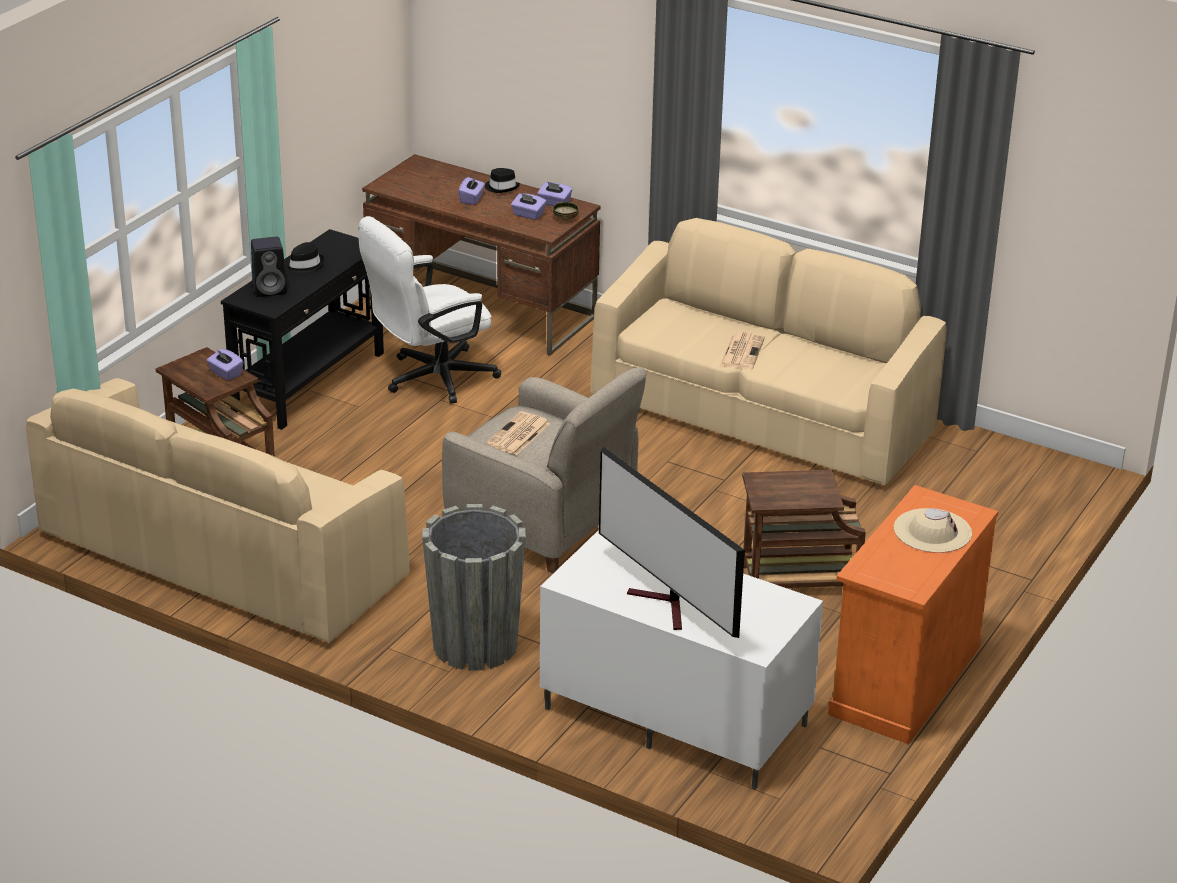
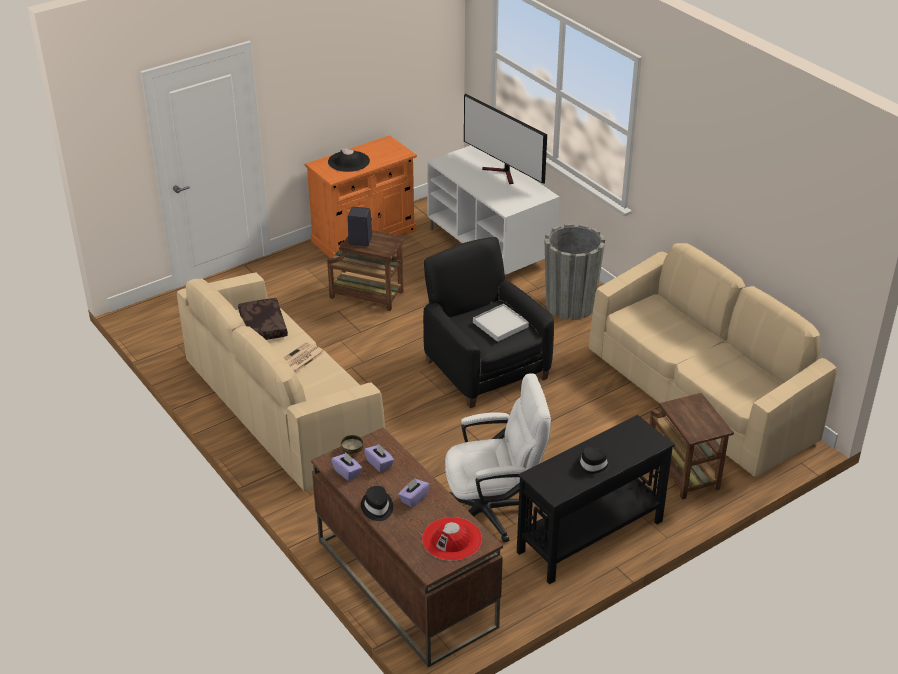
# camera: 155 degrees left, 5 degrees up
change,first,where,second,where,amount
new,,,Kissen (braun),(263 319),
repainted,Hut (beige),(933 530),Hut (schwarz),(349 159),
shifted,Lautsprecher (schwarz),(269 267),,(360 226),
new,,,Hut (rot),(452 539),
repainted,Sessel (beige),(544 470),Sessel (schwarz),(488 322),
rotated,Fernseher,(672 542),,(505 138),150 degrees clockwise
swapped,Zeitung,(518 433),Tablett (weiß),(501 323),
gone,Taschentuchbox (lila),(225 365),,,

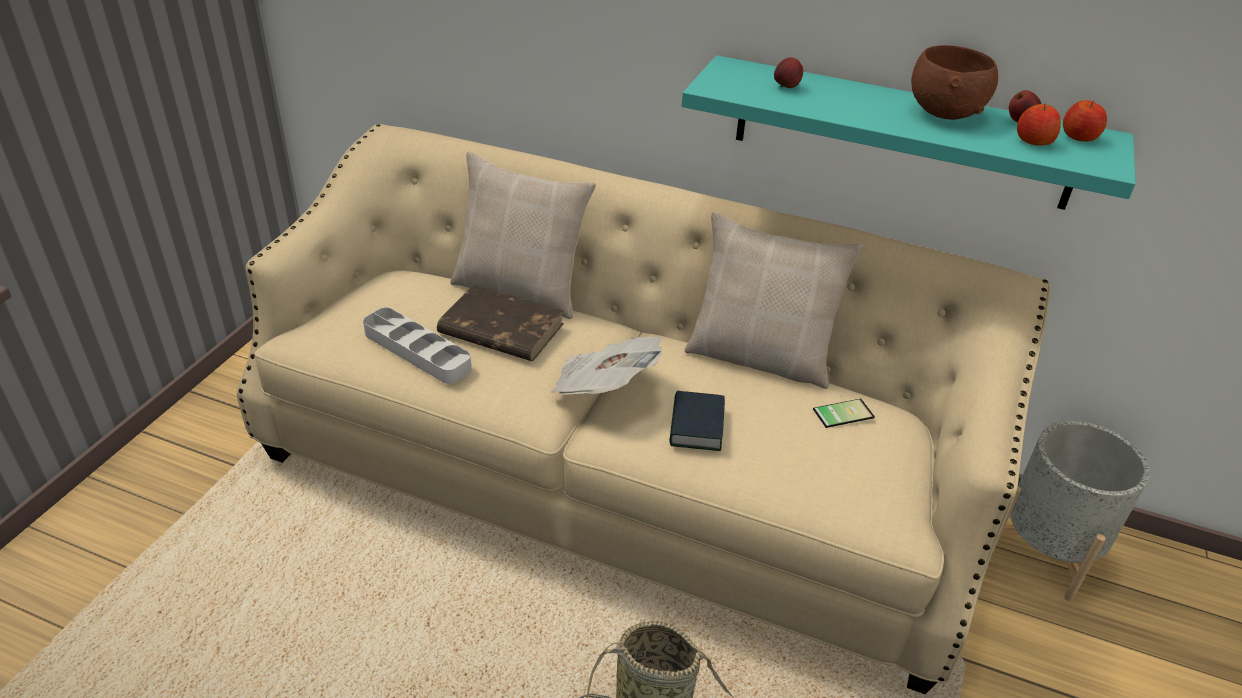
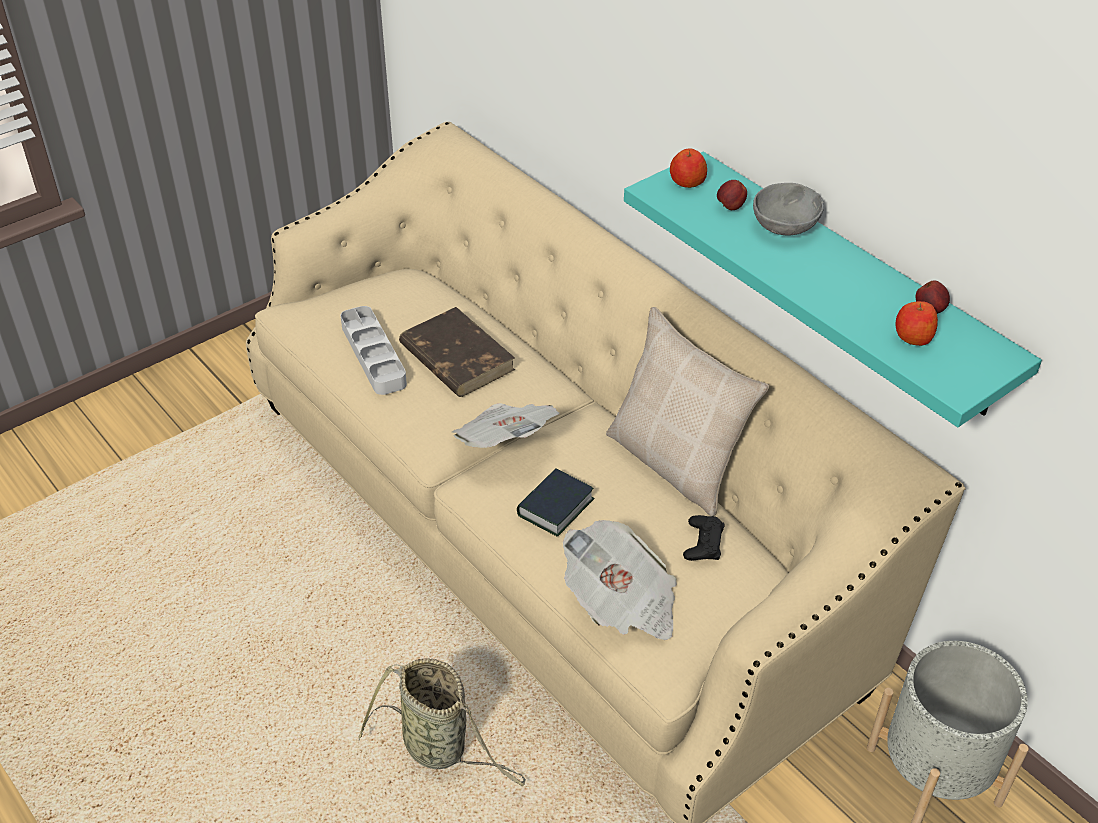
# camera: 30 degrees right, 5 degrees up
change,first,where,second,where,amount
new,,,Zeitung,(620 580),
shifted,Apfel,(1085 121),,(688 168),
swapped,Handy,(844 413),Gamepad (schwarz),(704 538),
new,,,Schüssel (grau),(788 209),
gone,Kissen (beige),(523 235),,,
gone,Schüssel (braun),(954 82),,,

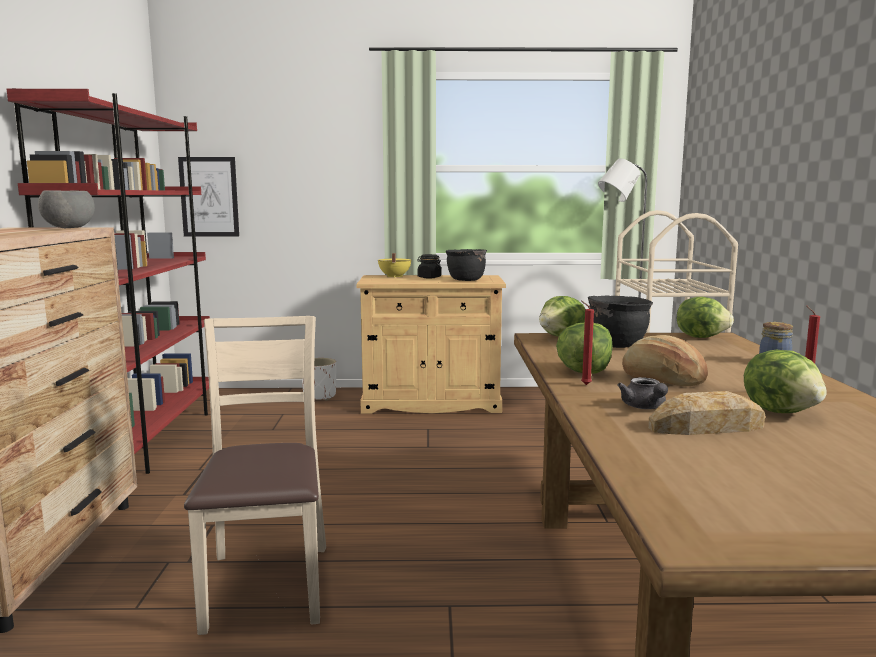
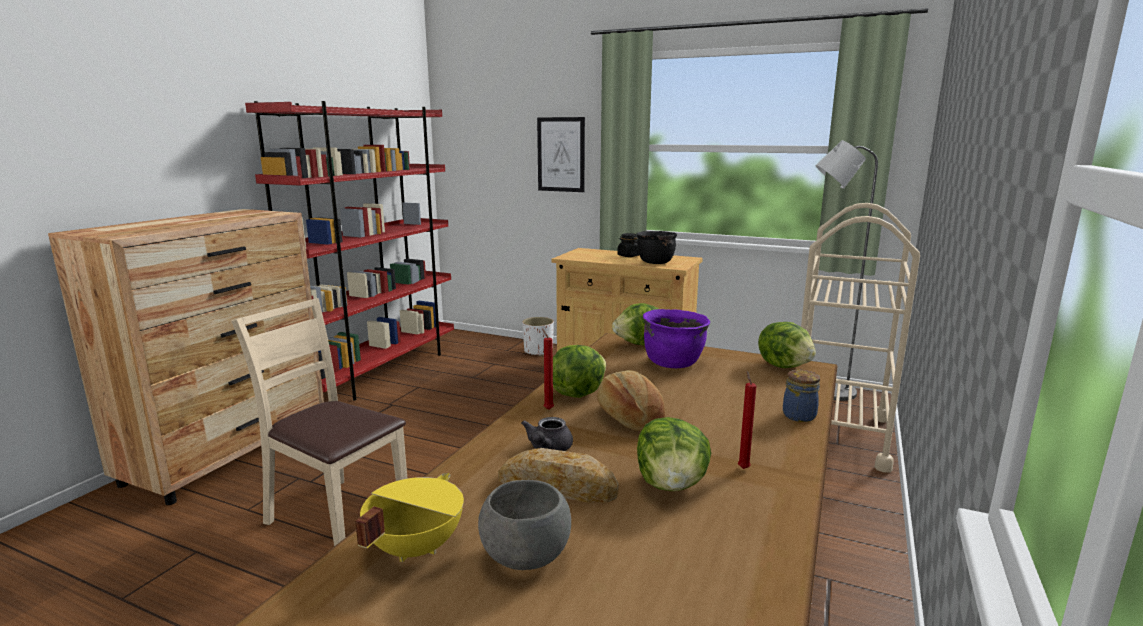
# camera: 25 degrees right, 5 degrees up
change,first,where,second,where,amount
rotated,Stuhl (beige),(255 475),,(319 422),75 degrees counterclockwise
shifted,Kochtopf (gelb),(394 265),,(409 517),
shifted,Schüssel (grau),(66 209),,(524 525),
shifted,Bild,(208 196),,(561 154),
repainted,Kochtopf (schwarz),(620 322),Kochtopf (lila),(676 338),

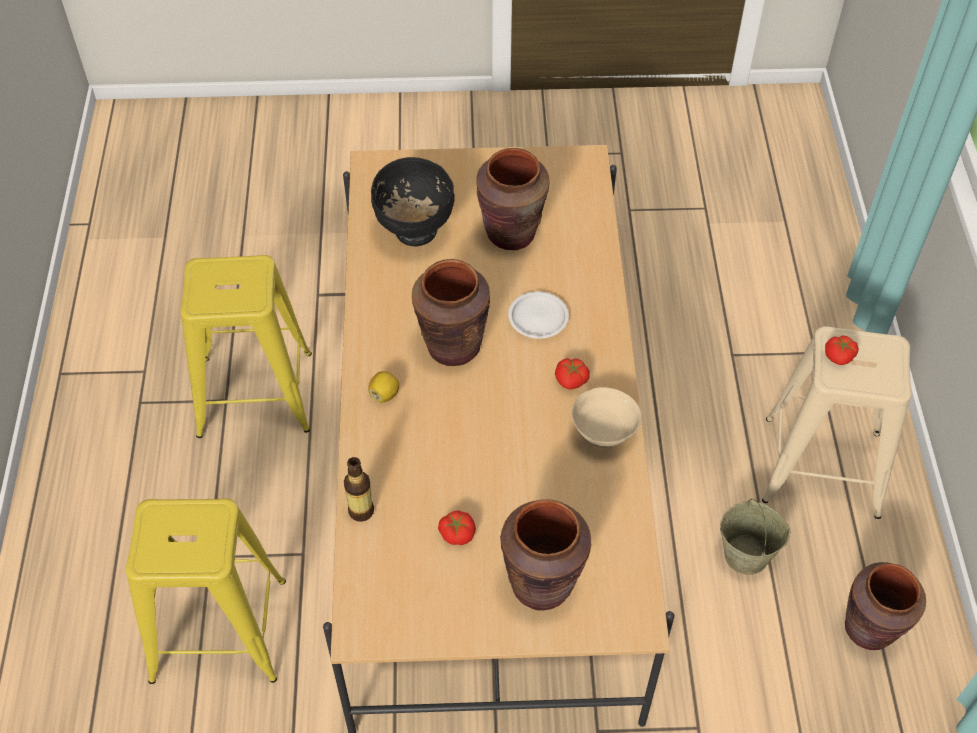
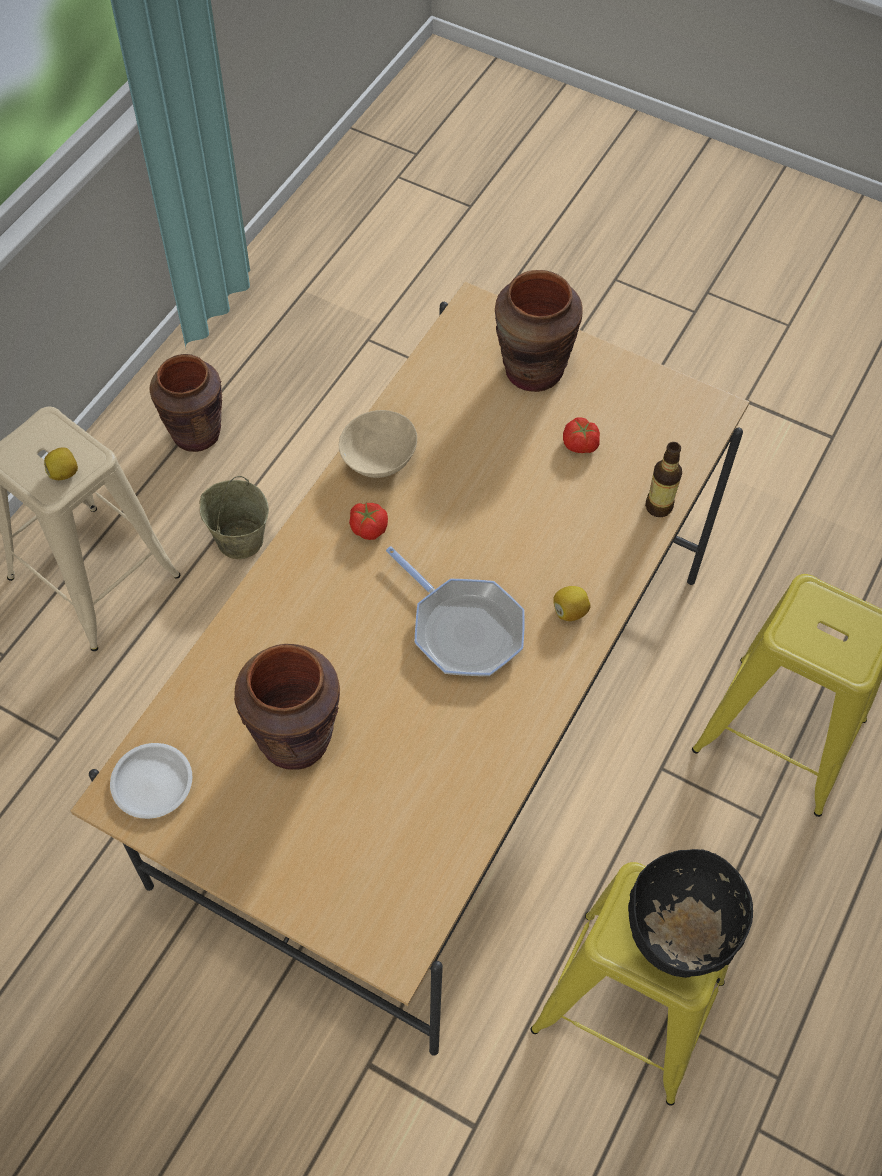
# camera: 150 degrees left, 5 degrees up
change,first,where,second,where,amount
swapped,Tomate,(842 350),Zitrone,(61 463),
shifted,Teller (weiß),(538 315),,(151 781),
swapped,Vase (braun),(451 312),Pfanne,(455 611),
shifted,Schüssel (schwarz),(413 202),,(690 913),

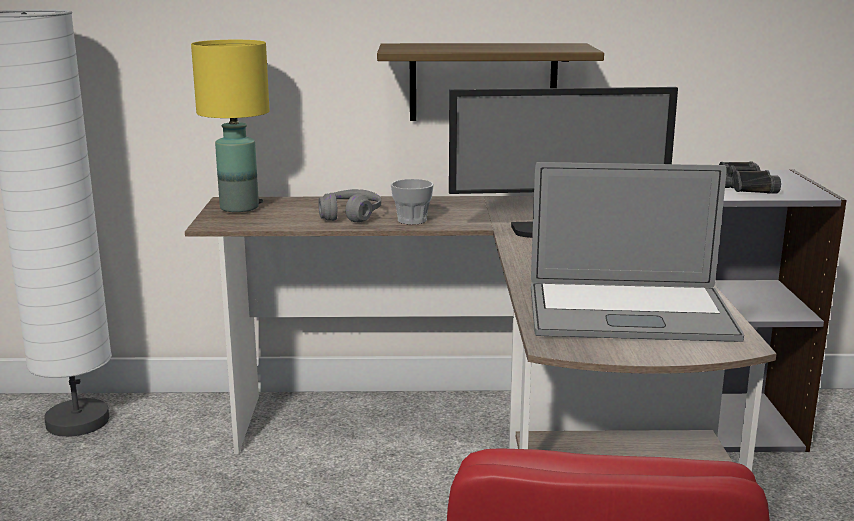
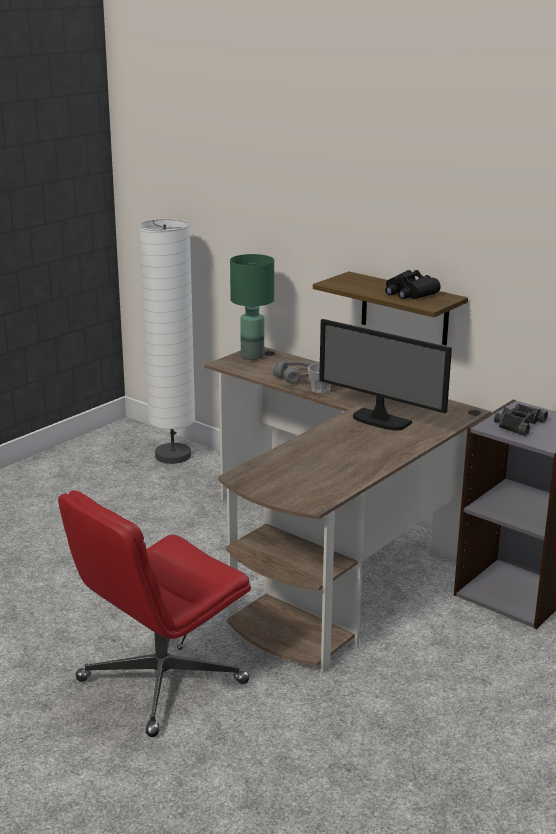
# camera: 40 degrees right, 5 degrees up
change,first,where,second,where,amount
repainted,Tischlampe (gelb),(230 126),Tischlampe (grün),(252 307),
new,,,Fernglas (schwarz),(413 284),
gone,Laptop,(637 252),,,

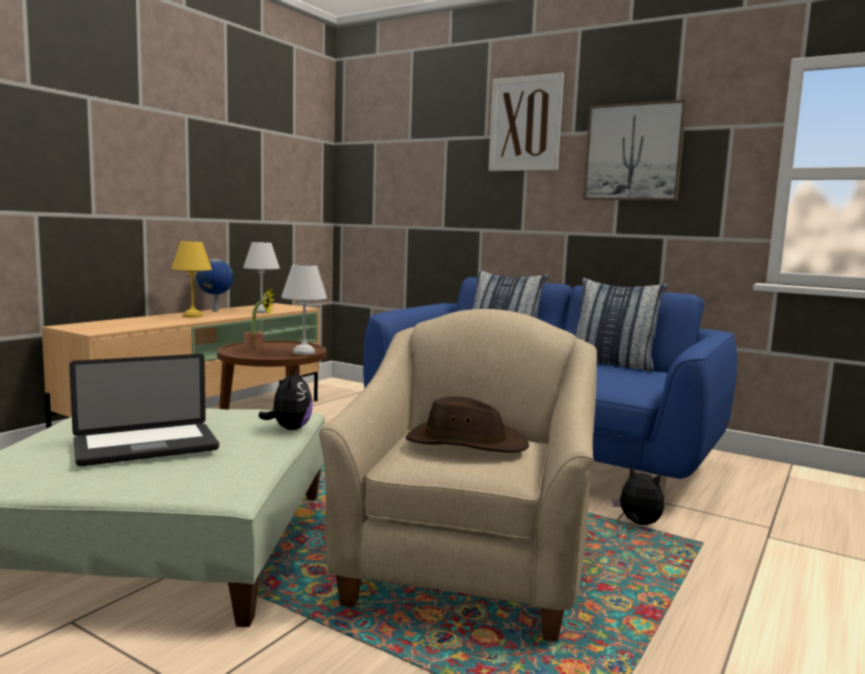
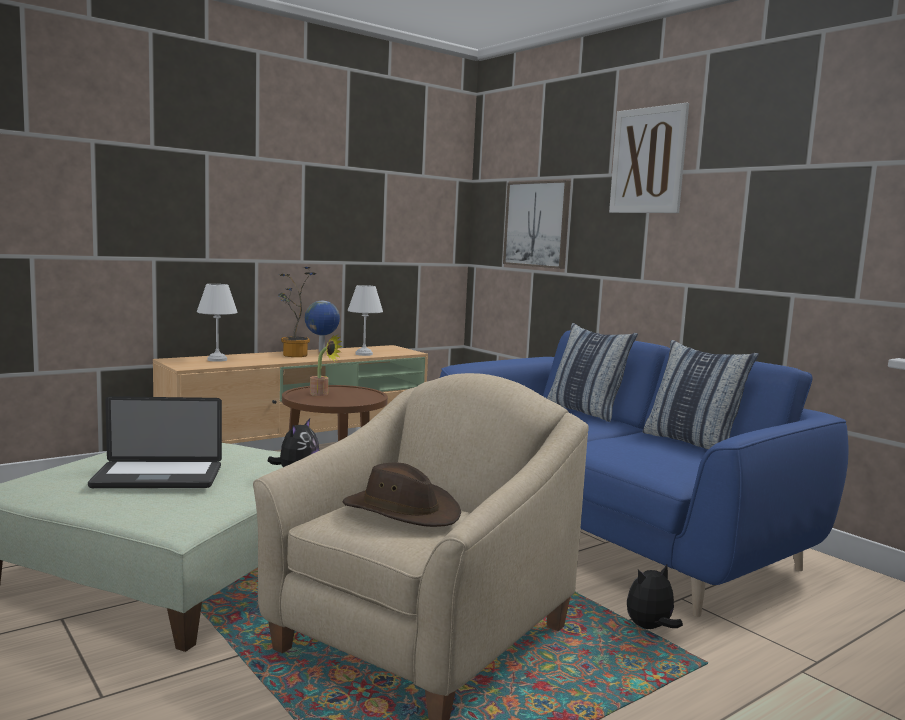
# camera: 20 degrees right, 0 degrees up
change,first,where,second,where,amount
shifted,Tischlampe (weiß),(304 310),,(217 323),
swapped,Tischlampe (gelb),(191 279),Topfpflanze,(297 312),
shifted,Bild,(635 150),,(537 224),
rotated,Plüschtier,(638 495),,(655 597),90 degrees counterclockwise

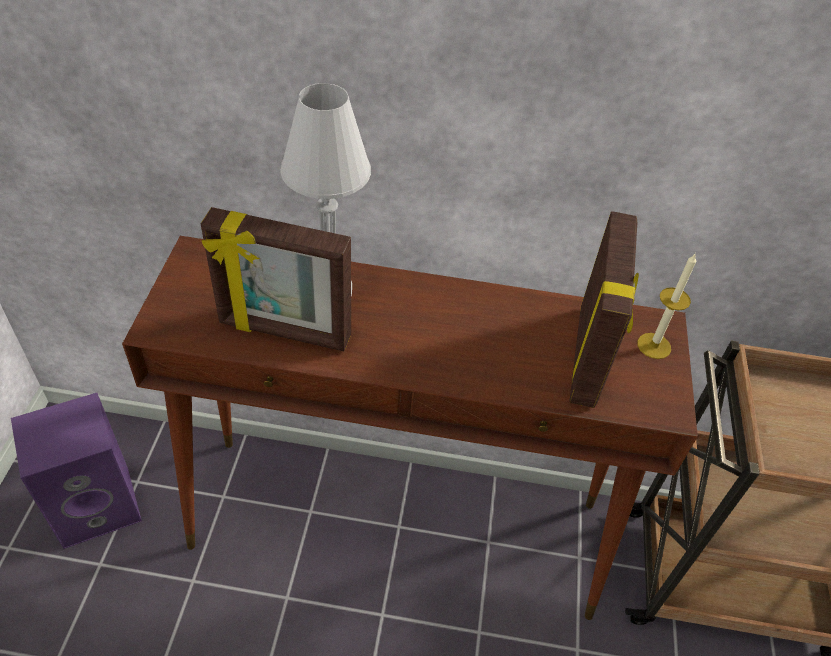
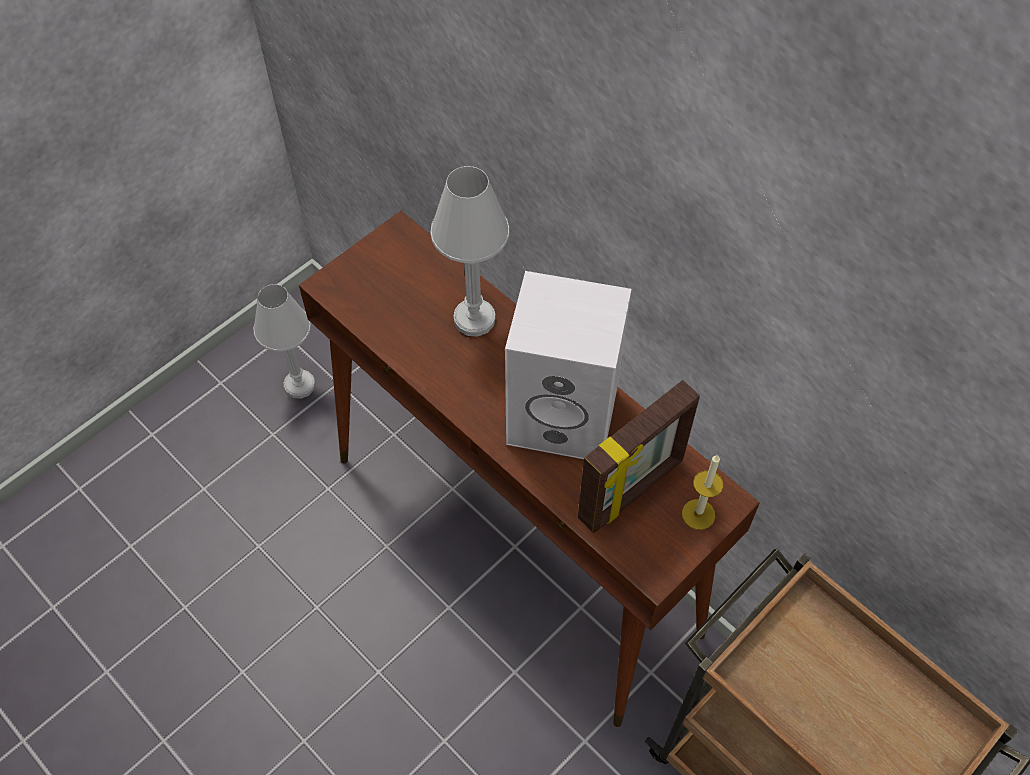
# camera: 40 degrees right, 10 degrees up
change,first,where,second,where,amount
swapped,Lautsprecher (lila),(76 471),Tischlampe (weiß),(284 341),
new,,,Lautsprecher (weiß),(568 365),
gone,Bilderrahmen,(276 279),,,

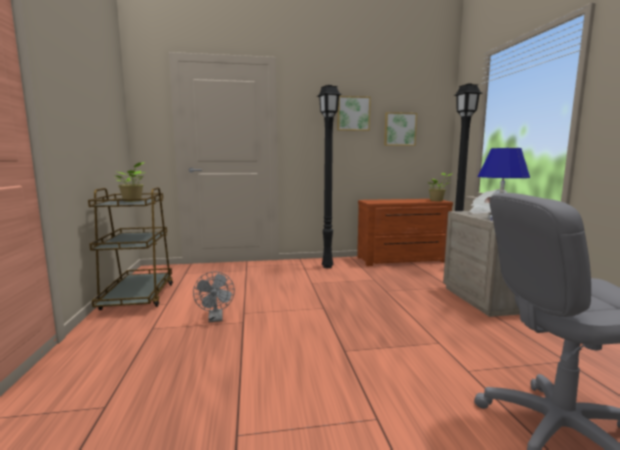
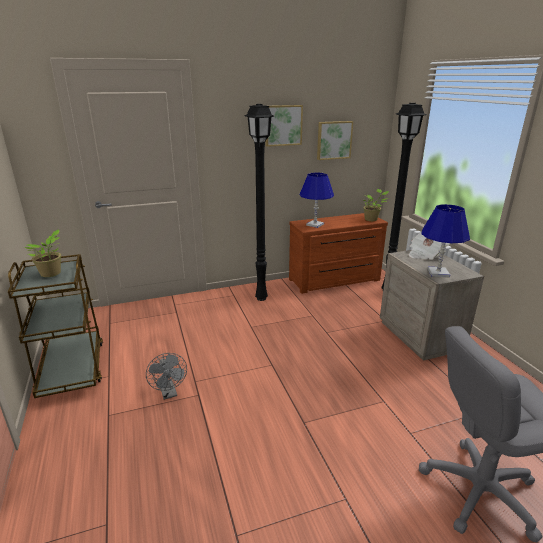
# camera: 10 degrees left, 15 degrees up
change,first,where,second,where,amount
new,,,Tischlampe (blau),(316 200),

